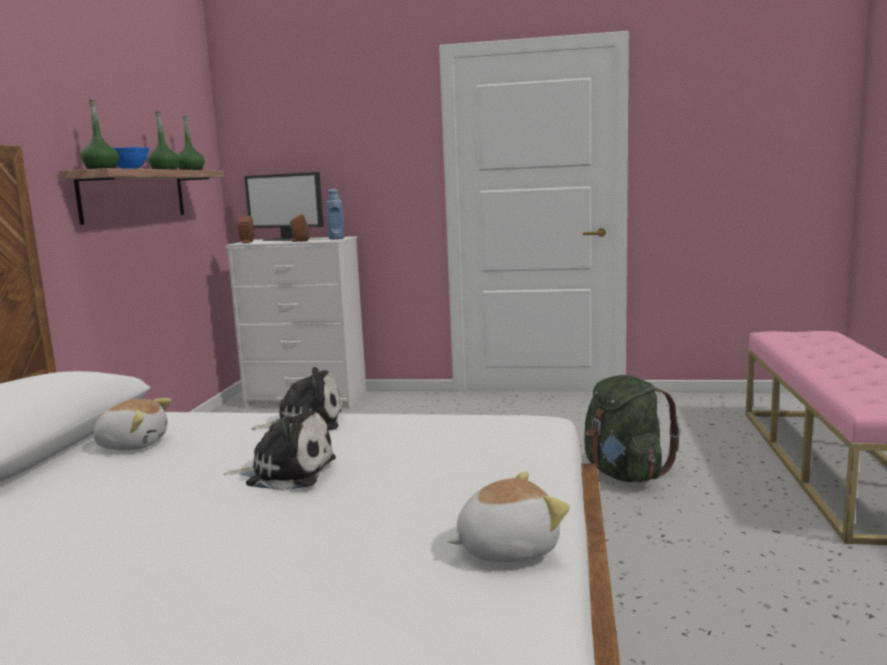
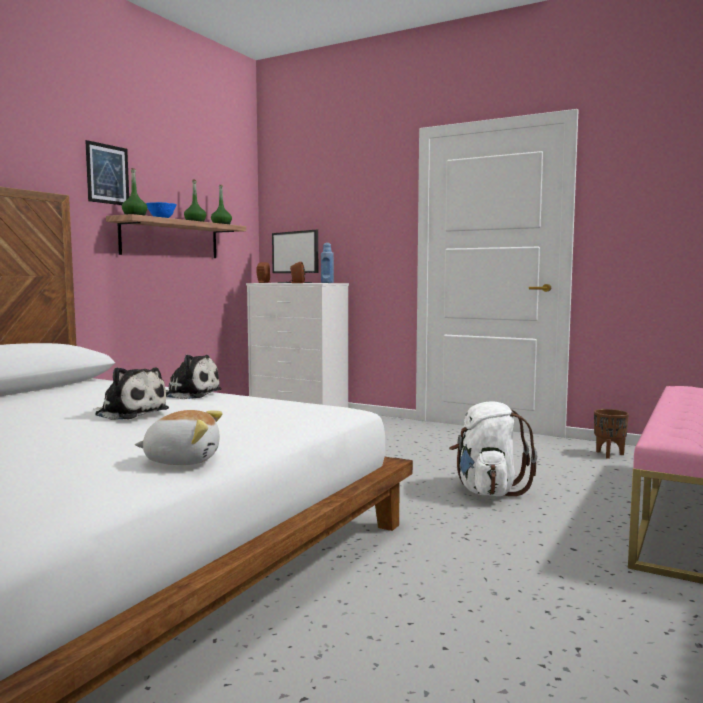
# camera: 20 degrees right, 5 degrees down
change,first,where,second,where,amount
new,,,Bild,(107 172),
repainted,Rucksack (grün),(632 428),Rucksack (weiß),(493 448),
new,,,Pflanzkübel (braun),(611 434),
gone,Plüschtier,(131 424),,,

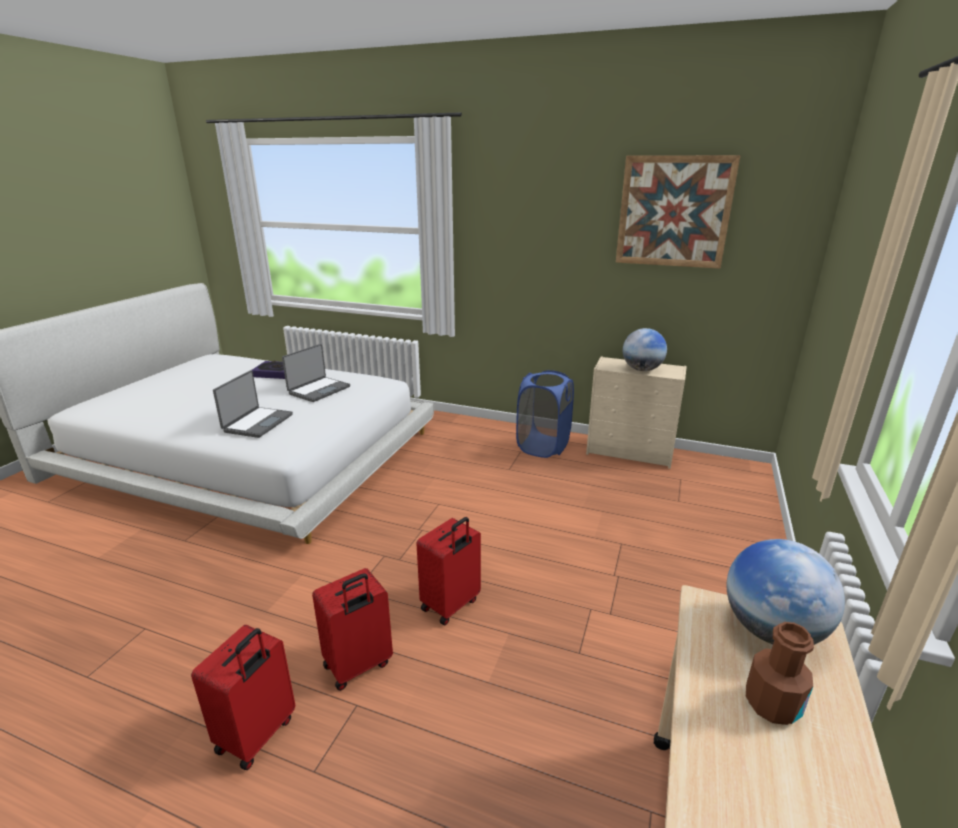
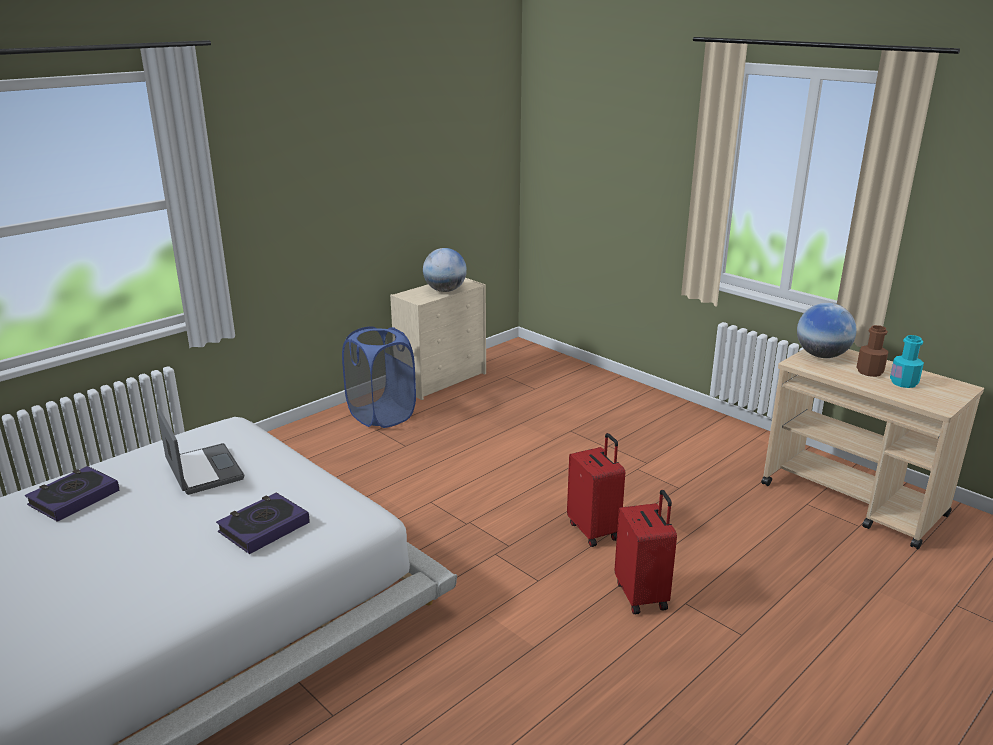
# camera: 65 degrees left, 0 degrees up
change,first,where,second,where,amount
swapped,Laptop,(253 404),Buch,(262 523),
new,,,Flasche (türkis),(907 361),
gone,Koffer (rot),(243 697),,,
gone,Bild,(678 212),,,

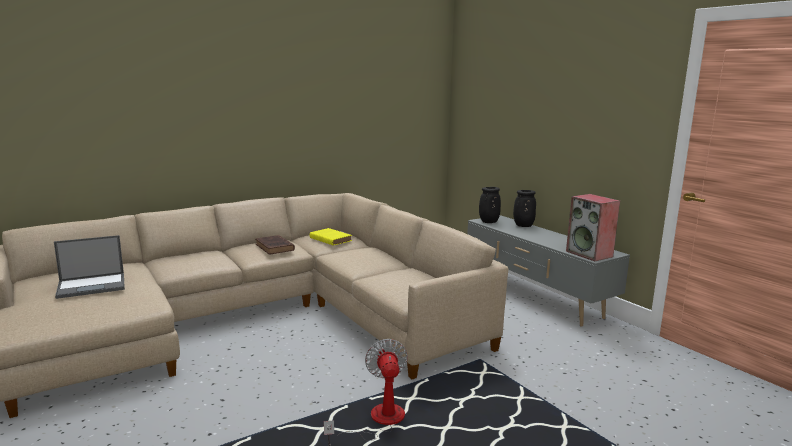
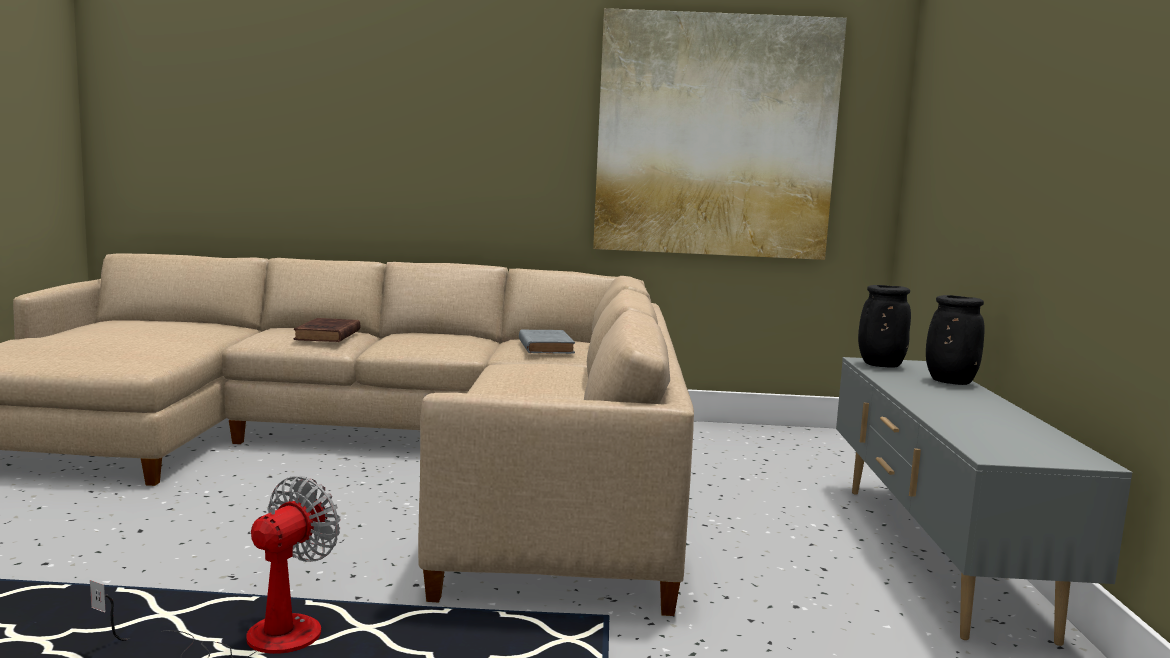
# camera: 35 degrees right, 5 degrees down
change,first,where,second,where,amount
shifted,Buch (braun),(275 245),,(327 330),
repainted,Buch (gelb),(331 237),Buch (grau),(547 341),
new,,,Bild,(720 134),
gone,Laptop,(89 267),,,
gone,Lautsprecher,(593 227),,,

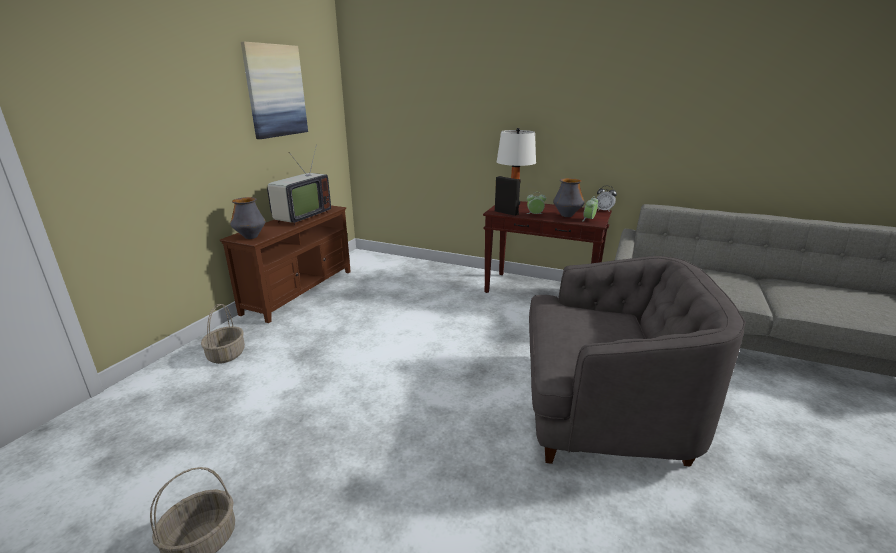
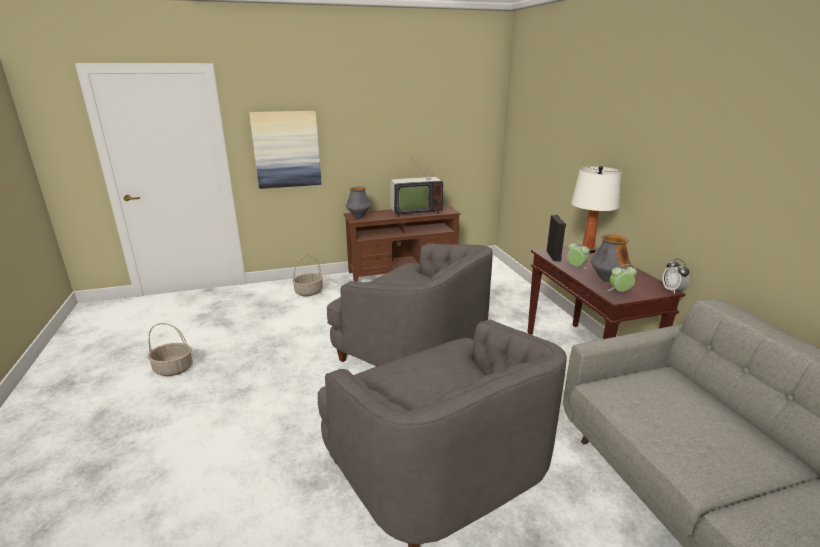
# camera: 50 degrees right, 0 degrees up
change,first,where,second,where,amount
shifted,Bild,(274 90),,(285 150),
new,,,Sessel (grau),(410 304),

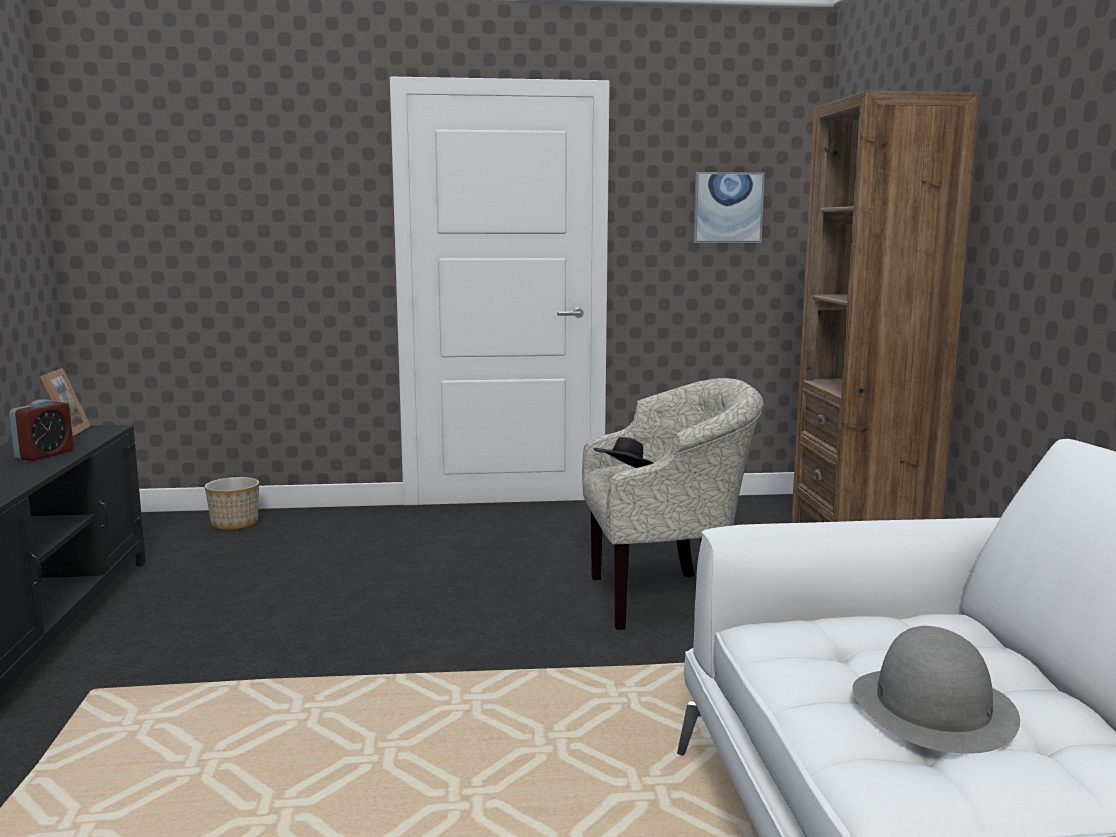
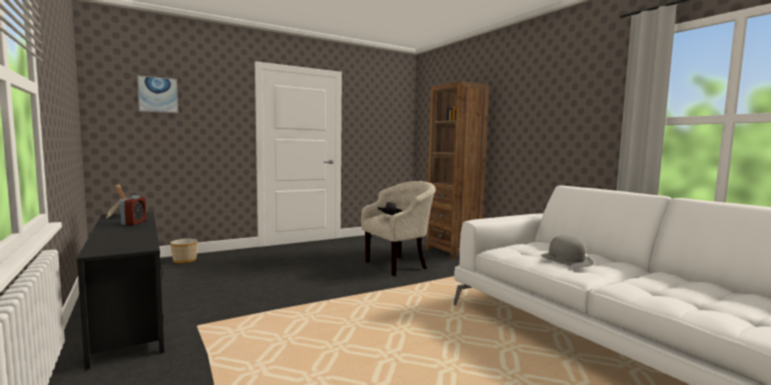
# camera: 25 degrees left, 5 degrees down
change,first,where,second,where,amount
shifted,Bild,(729 207),,(157 94),

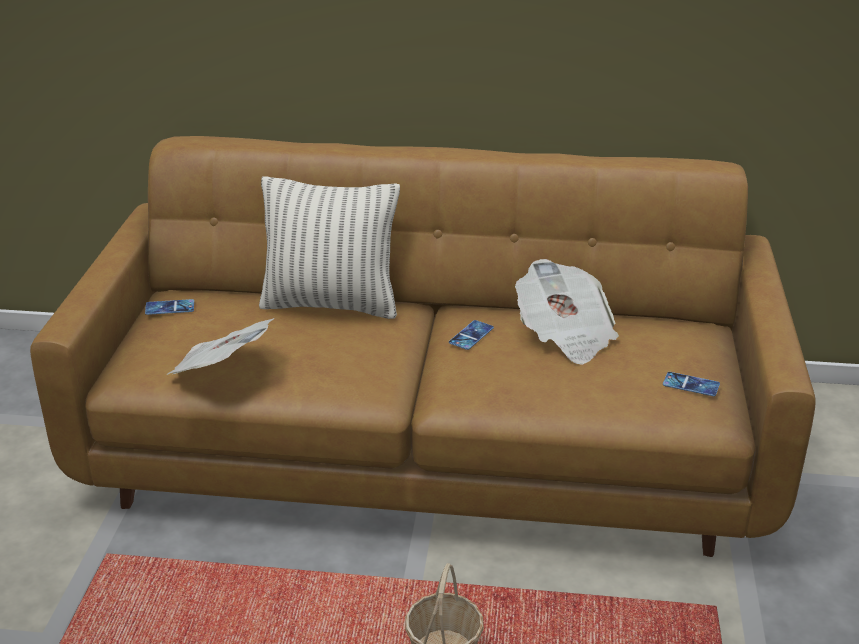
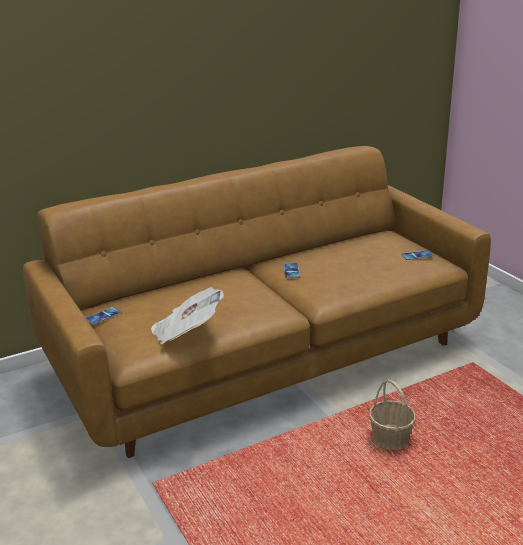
# camera: 35 degrees left, 5 degrees down
change,first,where,second,where,amount
gone,Kissen,(329 247),,,
gone,Zeitung,(567 312),,,

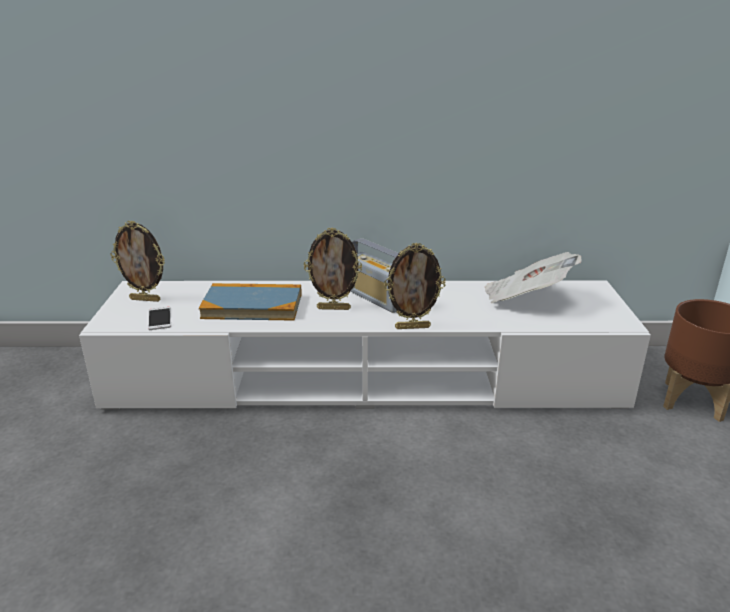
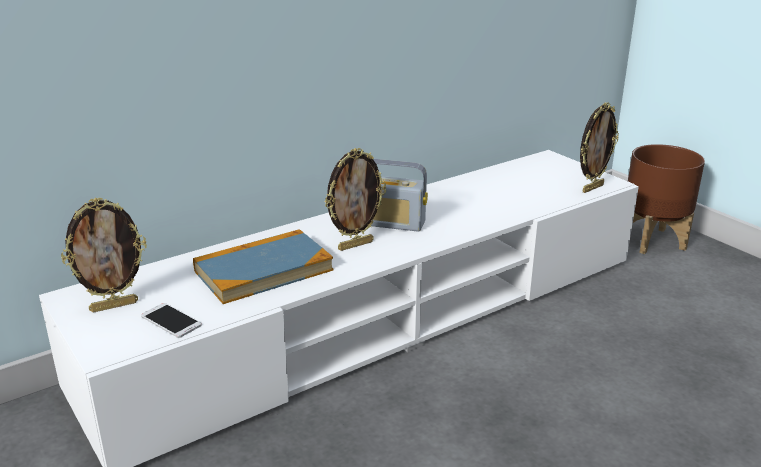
# camera: 35 degrees left, 0 degrees up
change,first,where,second,where,amount
shifted,Bilderrahmen,(415 286),,(599 147),
gone,Zeitung,(533 277),,,

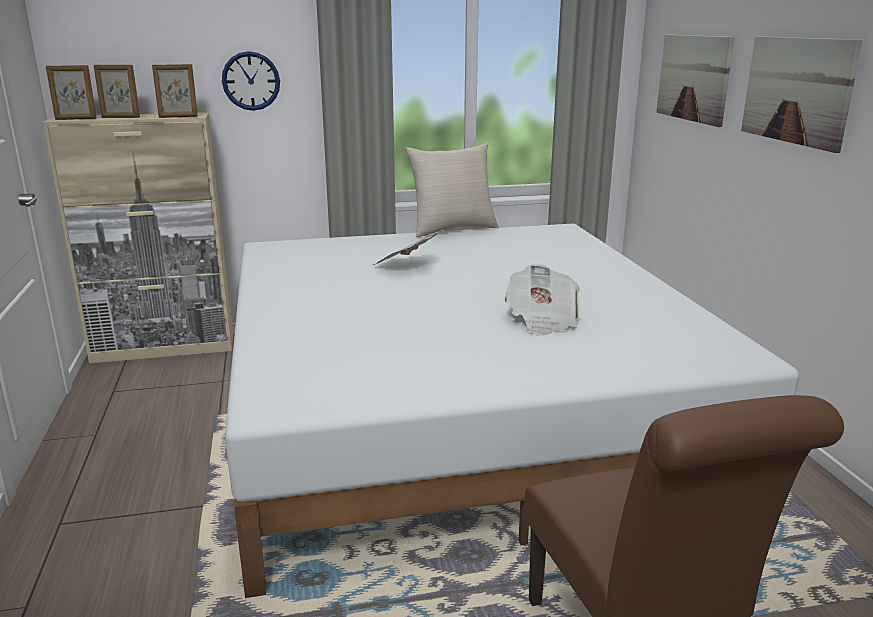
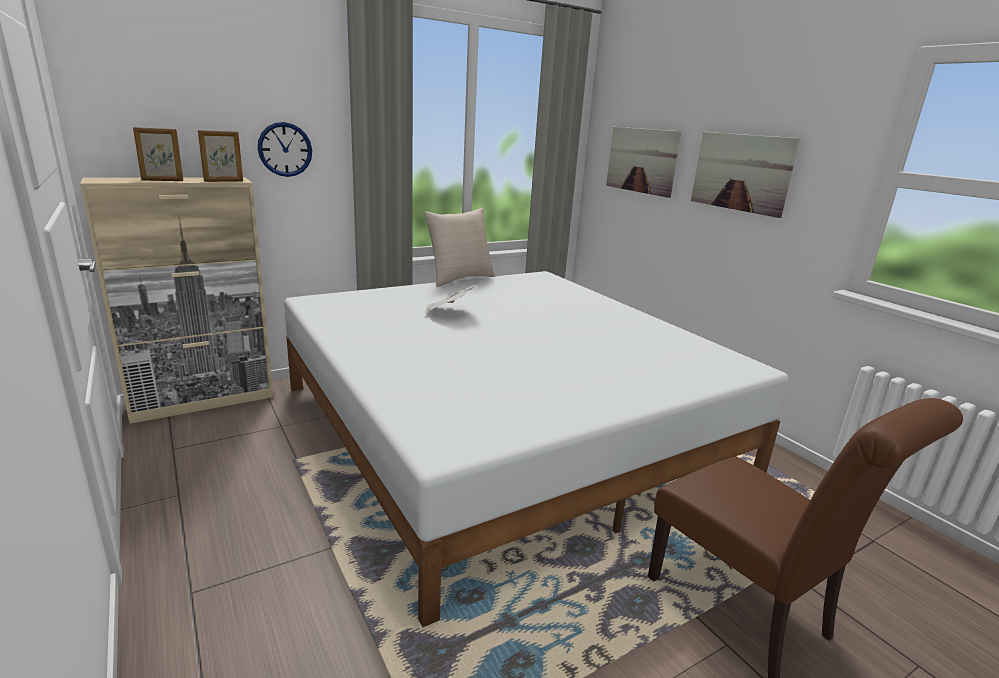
# camera: 20 degrees left, 0 degrees up
change,first,where,second,where,amount
gone,Bilderrahmen,(71 92),,,
gone,Zeitung,(542 300),,,

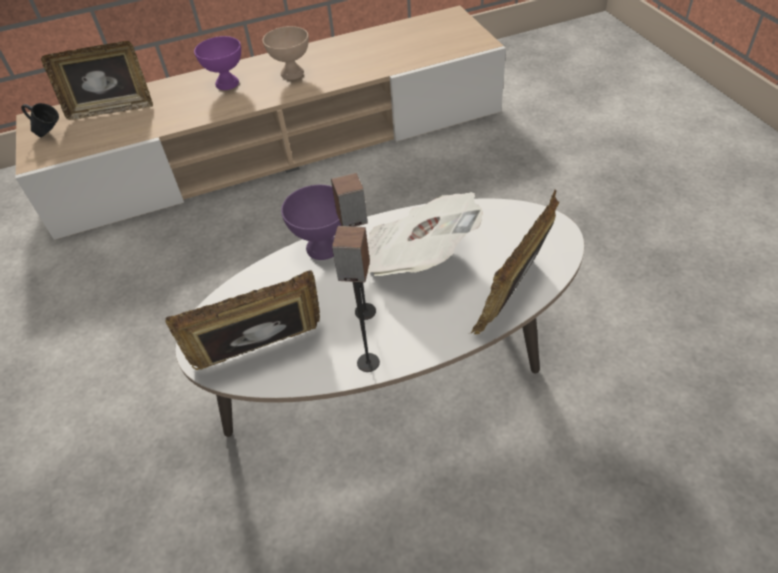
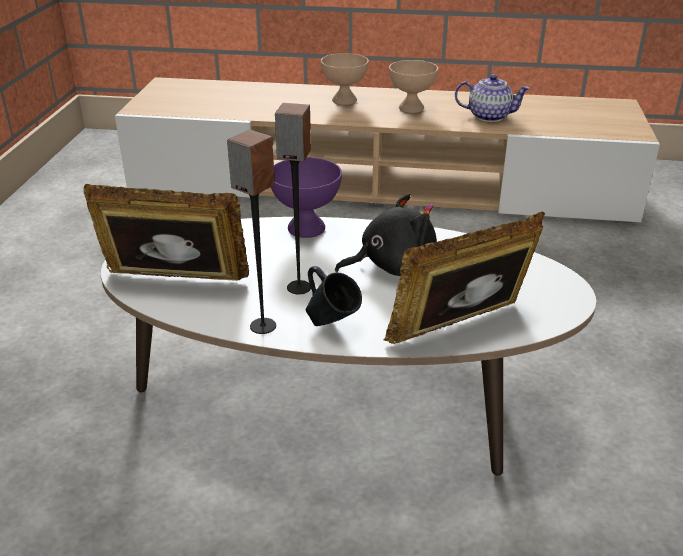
# camera: 25 degrees right, 15 degrees down
change,first,where,second,where,amount
shifted,Henkelbecher (blau),(40 120),,(334 296),
repainted,Schüssel (lila),(217 63),Schüssel (beige),(345 79),
swapped,Zeitung,(425 234),Plüschtier (schwarz),(386 234),
new,,,Teekanne,(493 98),
gone,Bilderrahmen,(97 80),,,

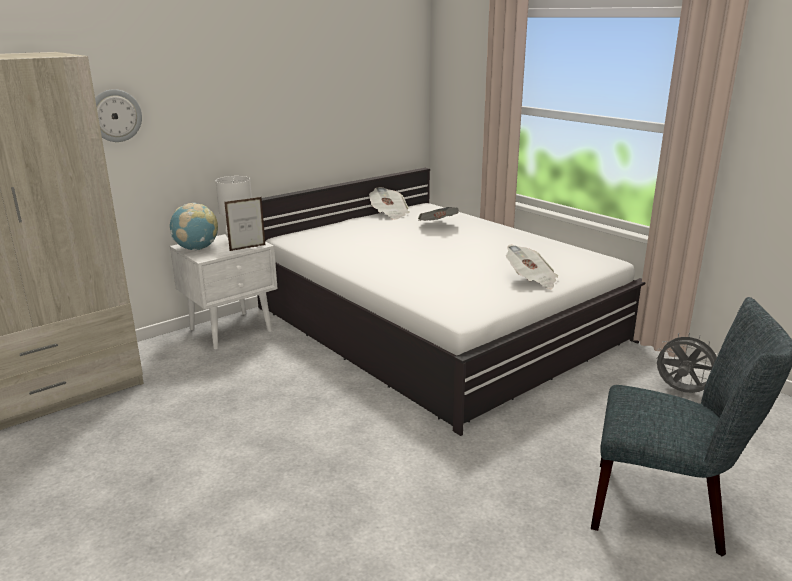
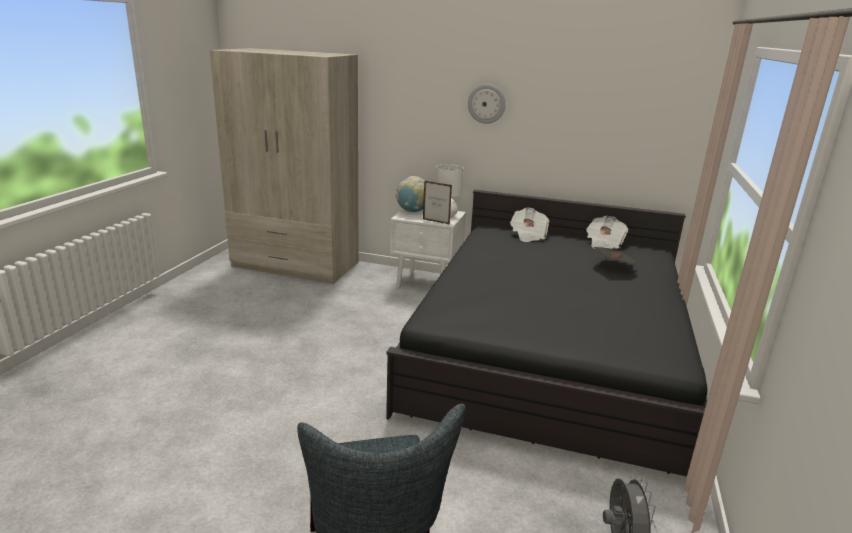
# camera: 55 degrees right, 0 degrees up
change,first,where,second,where,amount
repainted,Bett (weiß),(451 302),Bett (schwarz),(546 333),
shifted,Wanduhr,(118 115),,(487 104),
shifted,Zeitung,(532 267),,(529 224),

